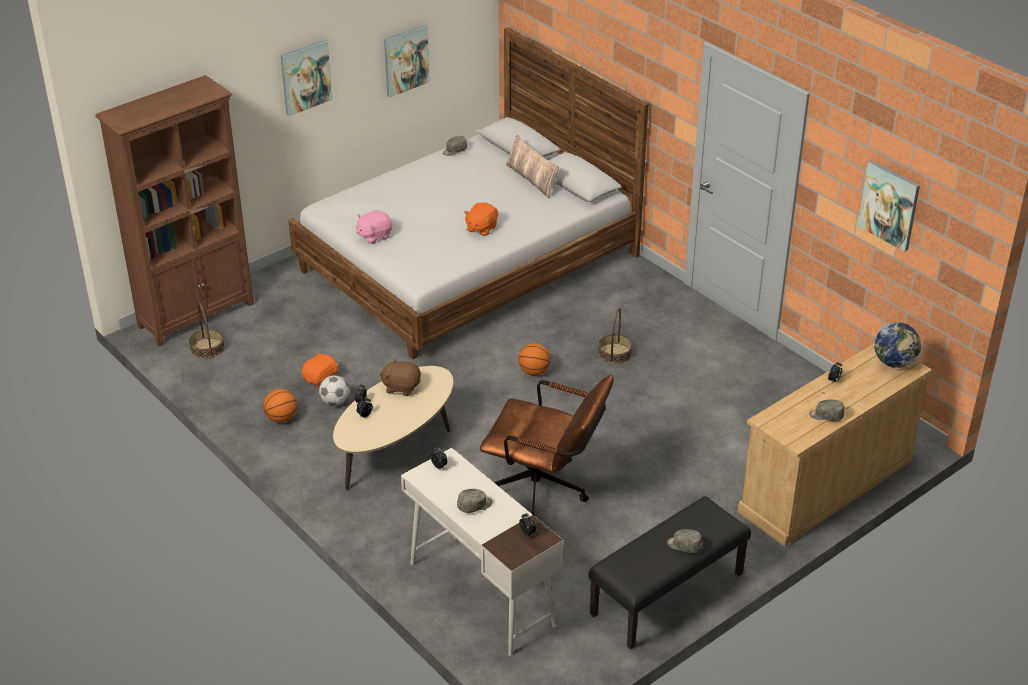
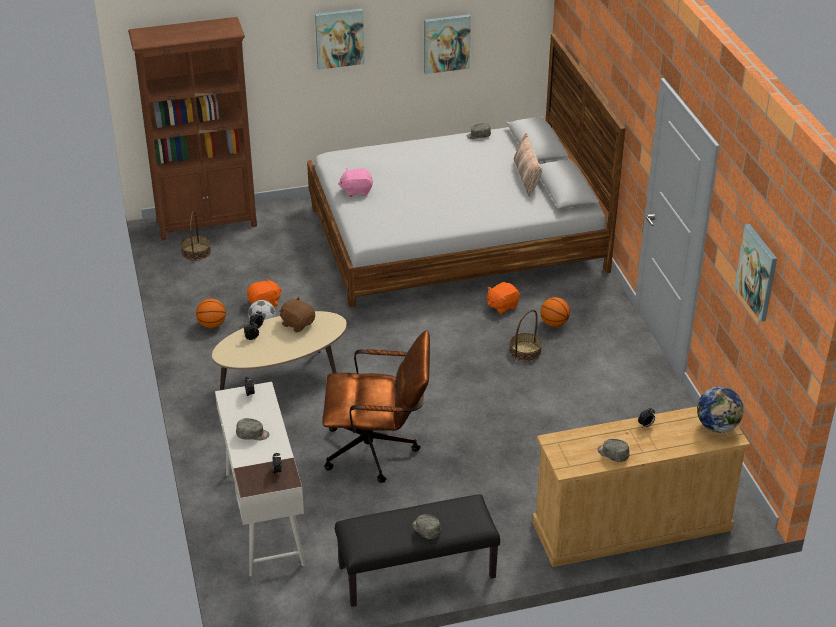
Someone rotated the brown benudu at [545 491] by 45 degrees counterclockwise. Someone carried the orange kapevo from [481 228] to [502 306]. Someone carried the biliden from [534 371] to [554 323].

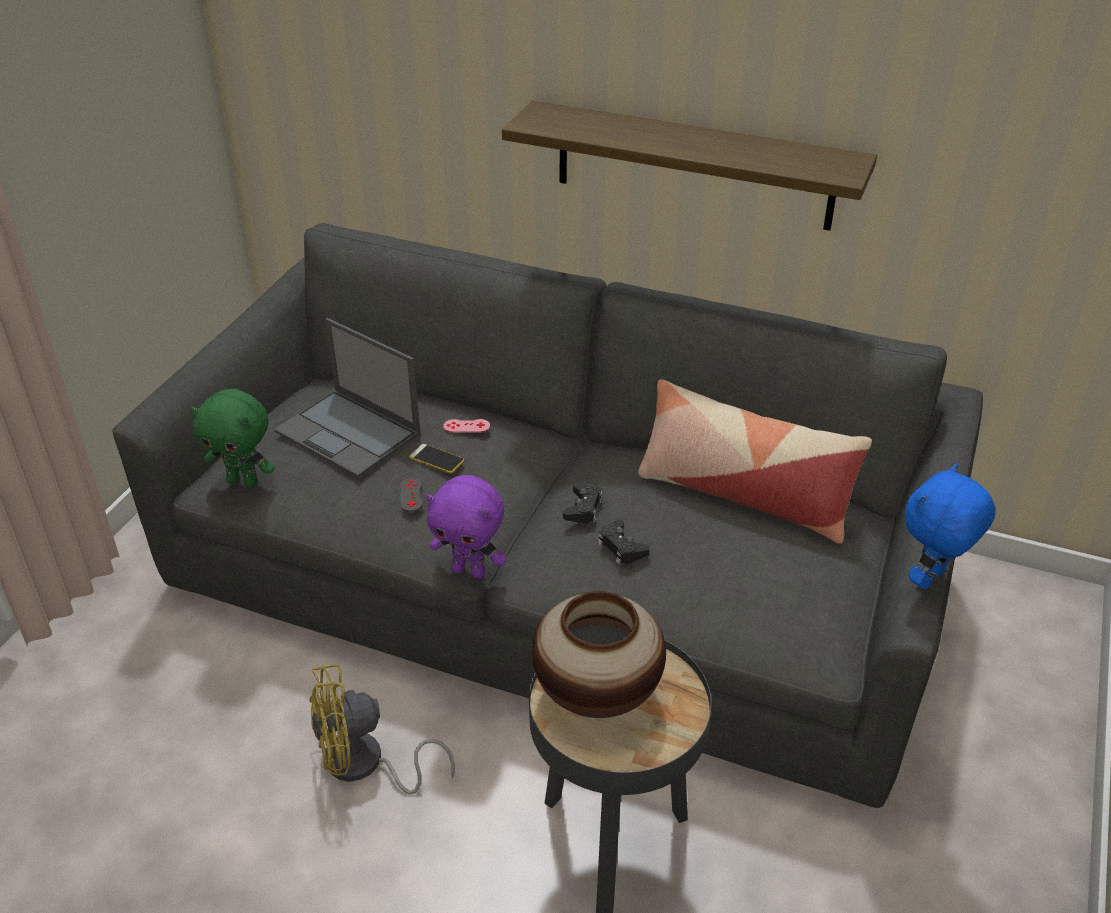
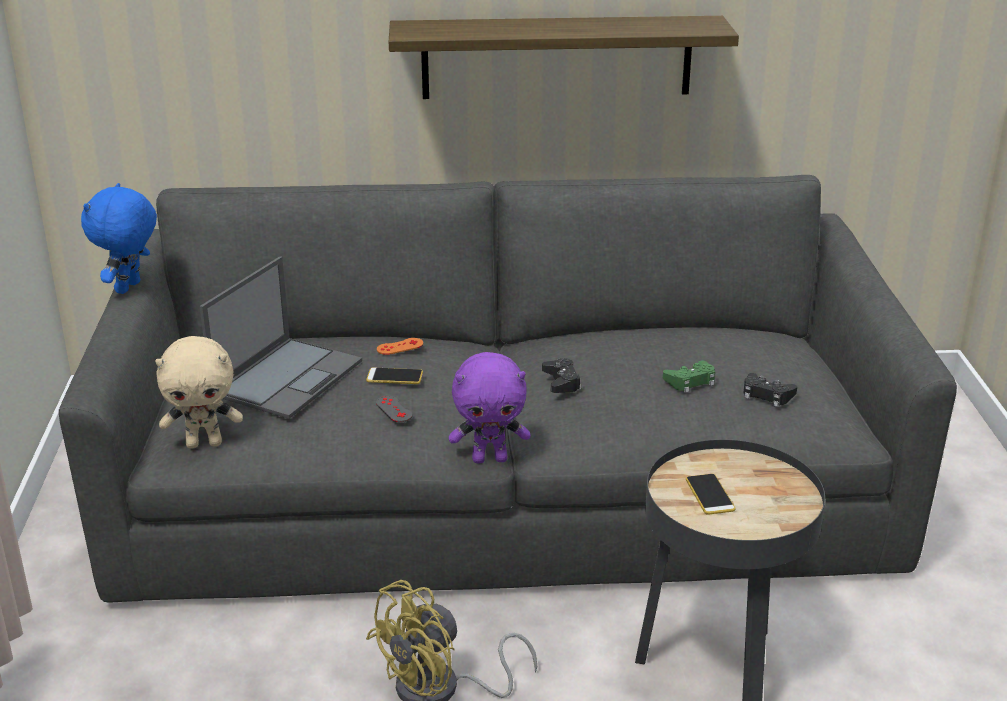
Someone carried the blue kapevo from [931 580] to [129 288]. Someone repainted the green kapevo at [244 481], which became the beige kapevo at [205 443]. Someone rotated the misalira at [349 433] by 75 degrees counterclockwise. Someone repainted the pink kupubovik at [466 426], which became the orange kupubovik at [400 346]. Someone put down the green kupubovik at [690 381]. Someone swapped the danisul at [596 694] for the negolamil at [710 495]. Someone carried the black kupubovik from [621 547] to [767 395]. Someone took away the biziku at [743 494].

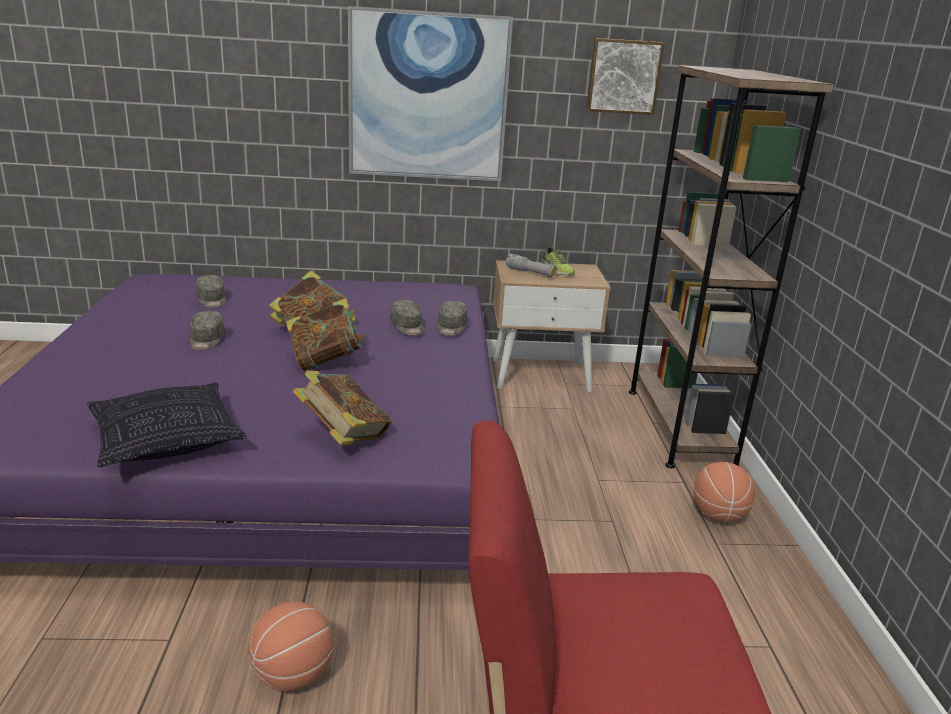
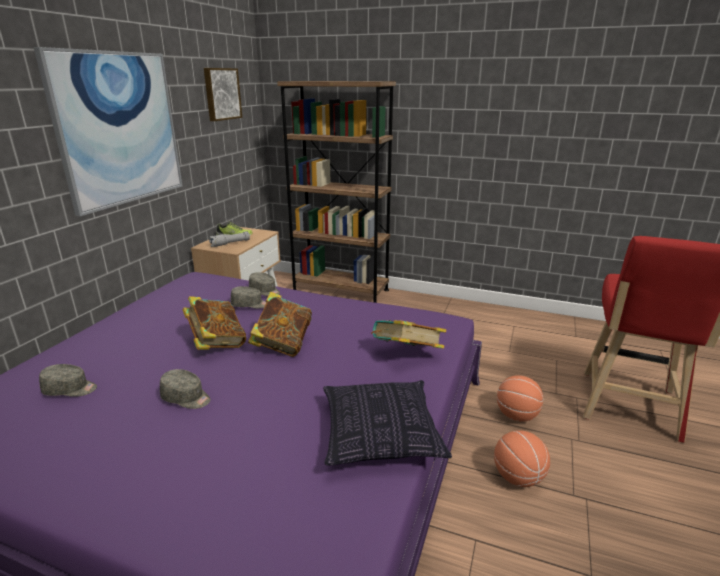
Someone carried the biliden from [718 515] to [516 415].

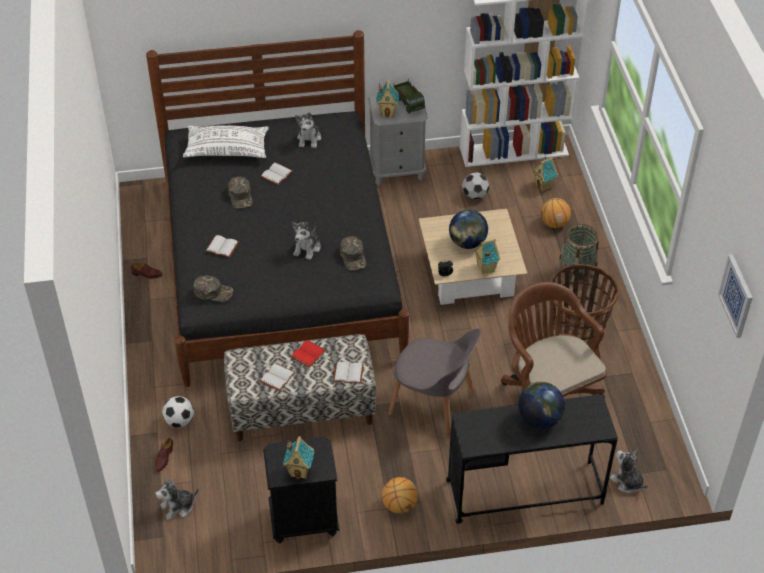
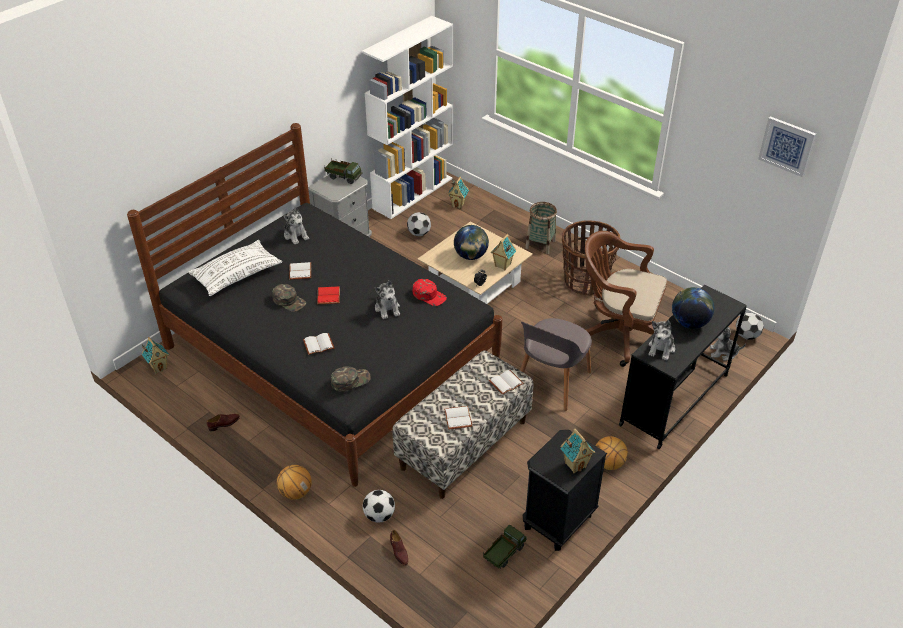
Someone carried the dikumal from [387 112] to [159 367]. Someone carried the biliden from [554 223] to [295 492]. Someone carried the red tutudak from [308 355] to [329 296]. Someone repainted the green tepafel at [353 257], which became the red tepafel at [429 295]. Someone put down the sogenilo at [504 553]. Someone rotated the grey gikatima at [433 405] by 135 degrees clockwise. Someone carried the kapevo from [178 507] to [661 348]. Someone put down the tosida at [746 335].

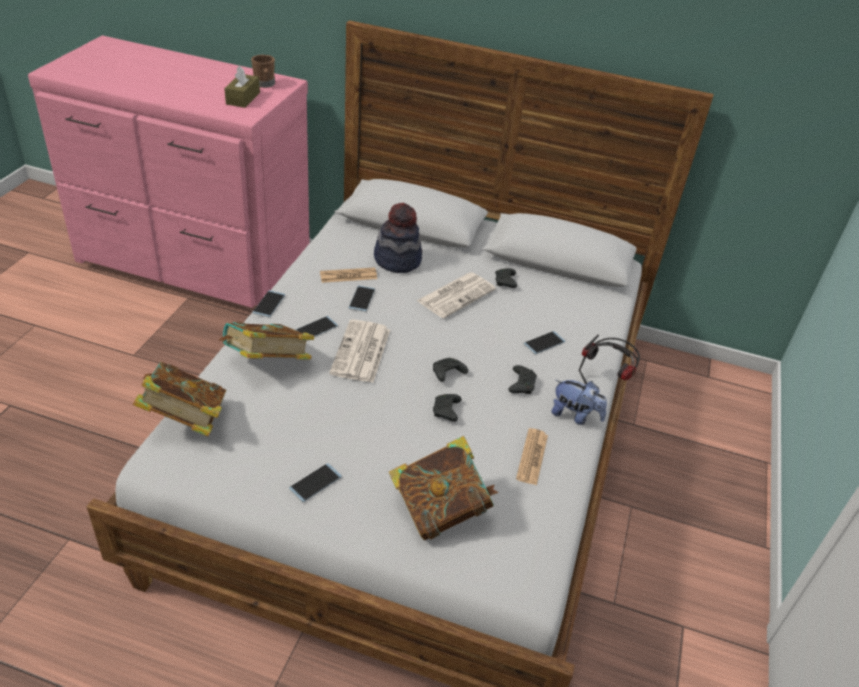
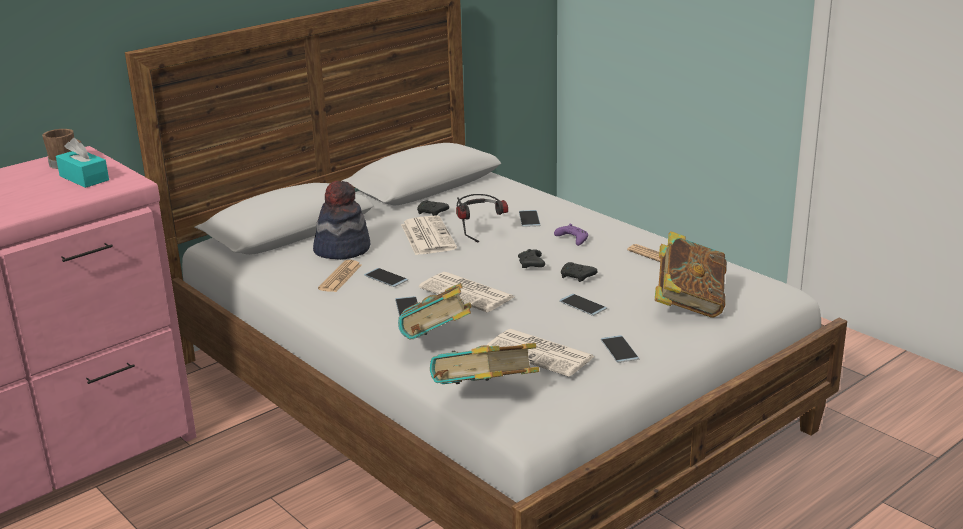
Someone repainted the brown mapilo at [243 98], which became the turquoise mapilo at [84 178]. Someone carried the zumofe from [607 378] to [480 232]. Someone put down the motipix at [541 353]. Someone repainted the black kupubovik at [521 384], which became the purple kupubovik at [572 240]. Someone carried the negolamil from [269 304] to [582 305]. Someone took away the kapevo at [575 415].

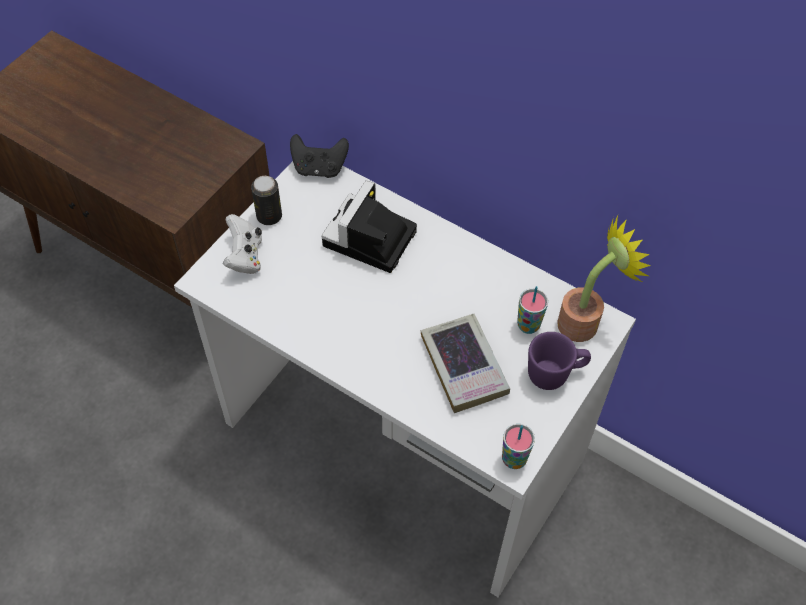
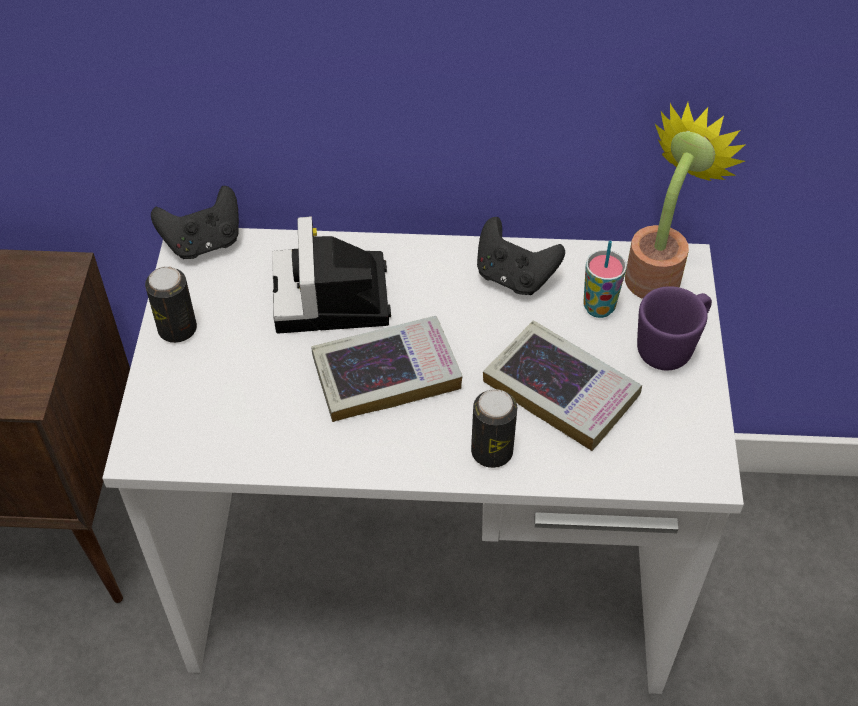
Someone put down the tutudak at [386 374]. Someone put down the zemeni at [492 452]. Someone put down the black kupubovik at [514 277]. Someone took away the white kupubovik at [245 257]. Someone took away the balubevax at [514 459].

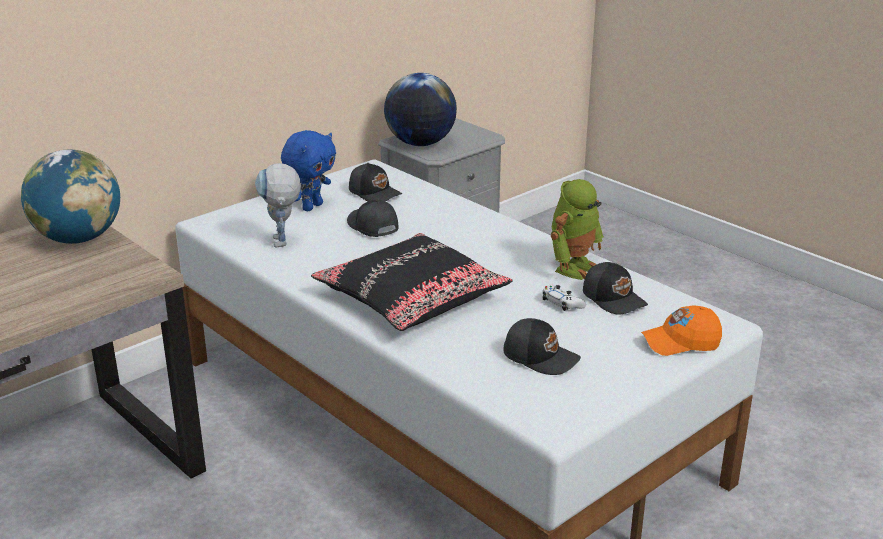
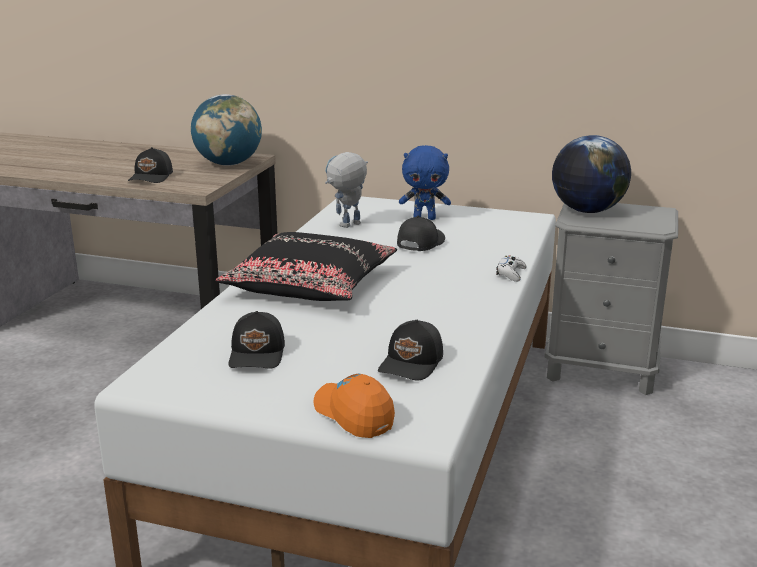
Someone carried the black tepafel from [375 193] to [152 177]. Someone carried the white kupubovik from [562 303] to [510 273]. Someone took away the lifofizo at [574 267].

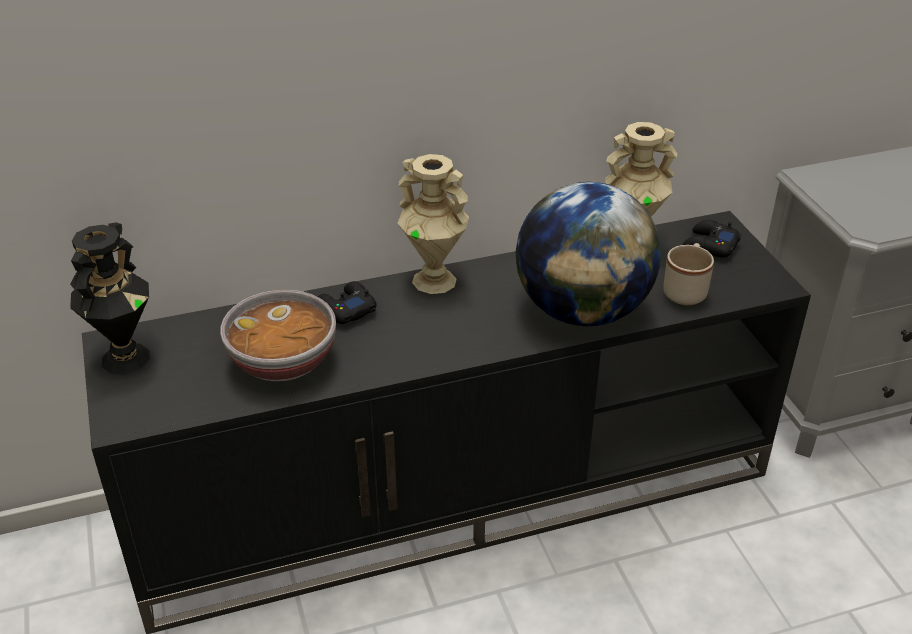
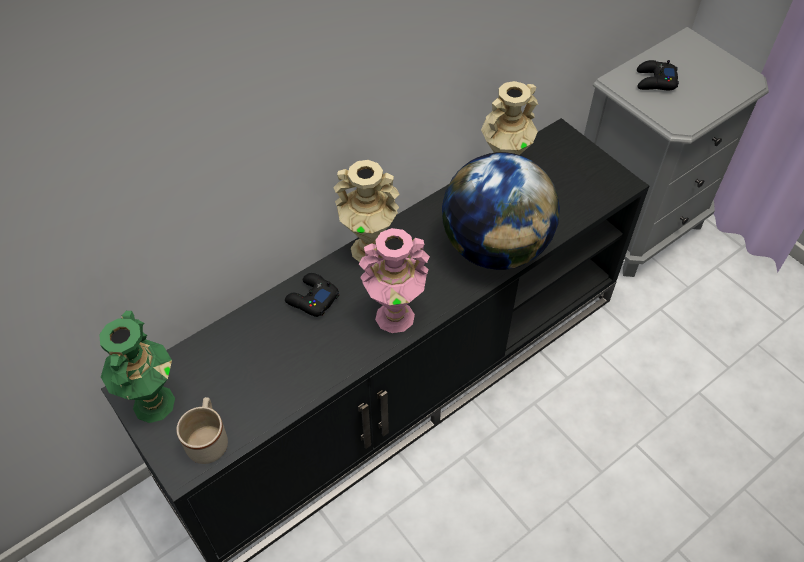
Someone repainted the black danisul at [125 357], which became the green danisul at [153 403]. Someone carried the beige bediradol from [686 290] to [208 439]. Someone put down the pink danisul at [395 316]. Someone carried the black kupubovik from [709 246] to [655 81]. Someone took away the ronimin at [283 362].

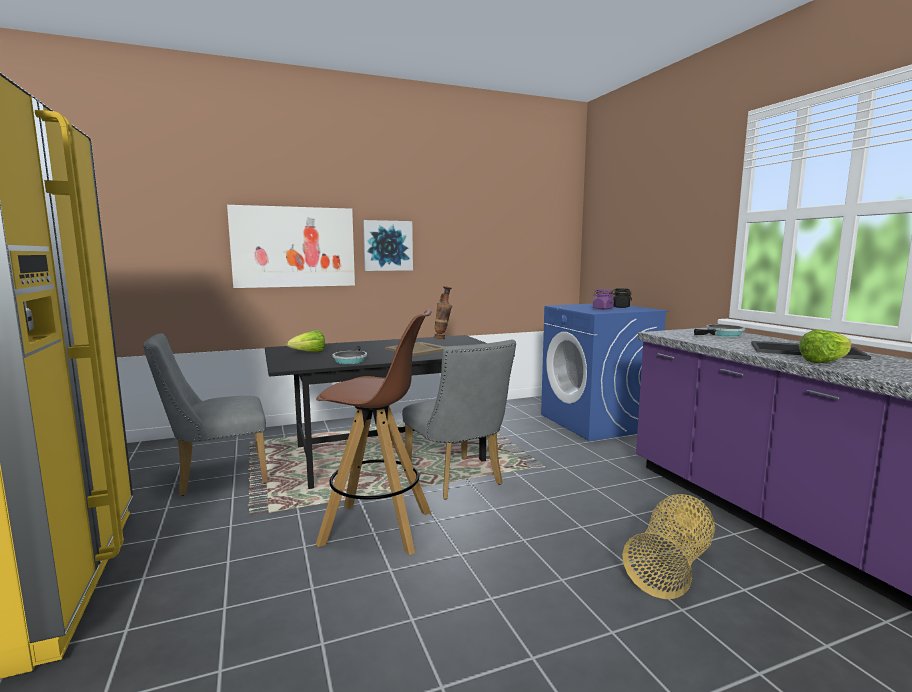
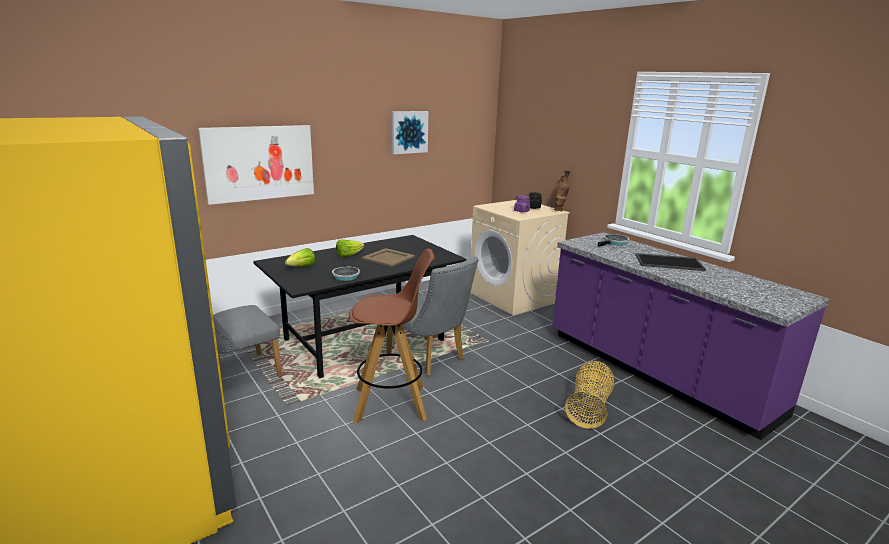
Someone carried the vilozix from [824 362] to [348 255]. Someone carried the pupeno from [387 245] to [409 132]. Someone repainted the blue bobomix at [597 422], which became the beige bobomix at [513 297]. Someone carried the danisul from [443 339] to [560 211].

